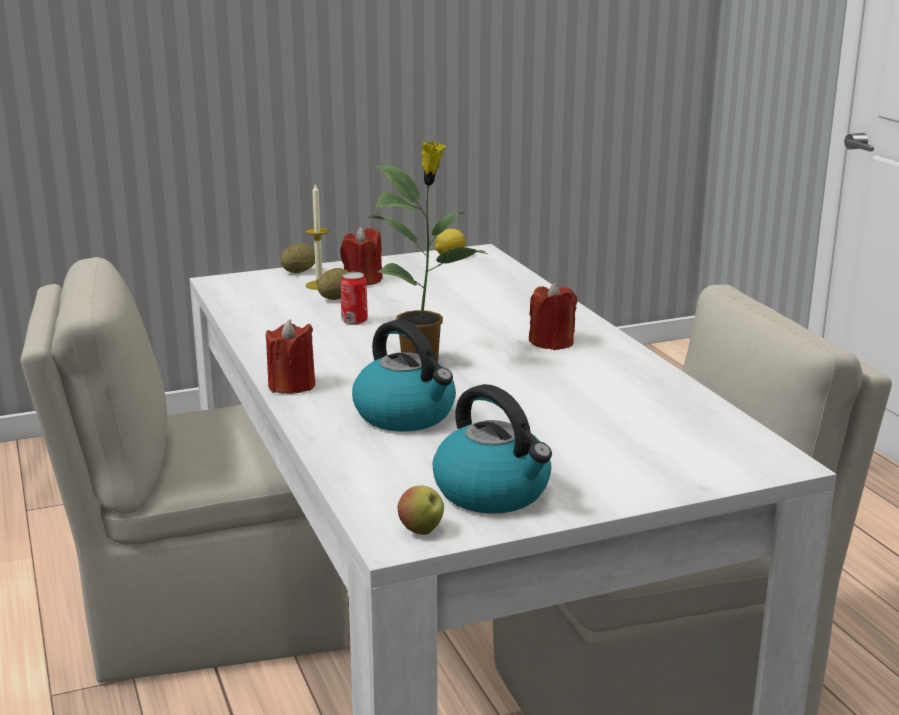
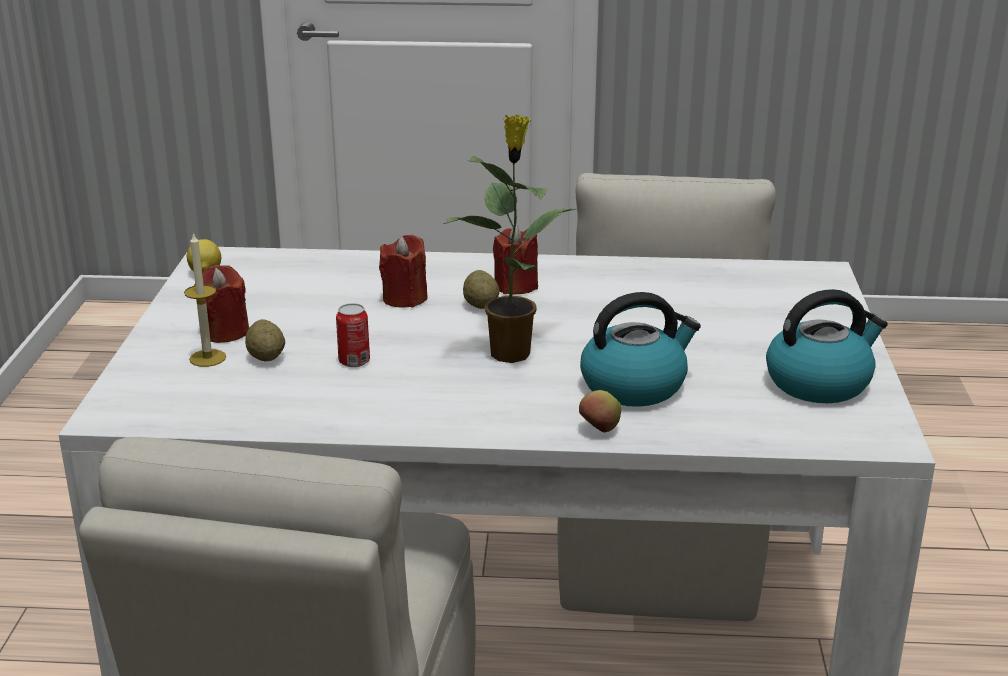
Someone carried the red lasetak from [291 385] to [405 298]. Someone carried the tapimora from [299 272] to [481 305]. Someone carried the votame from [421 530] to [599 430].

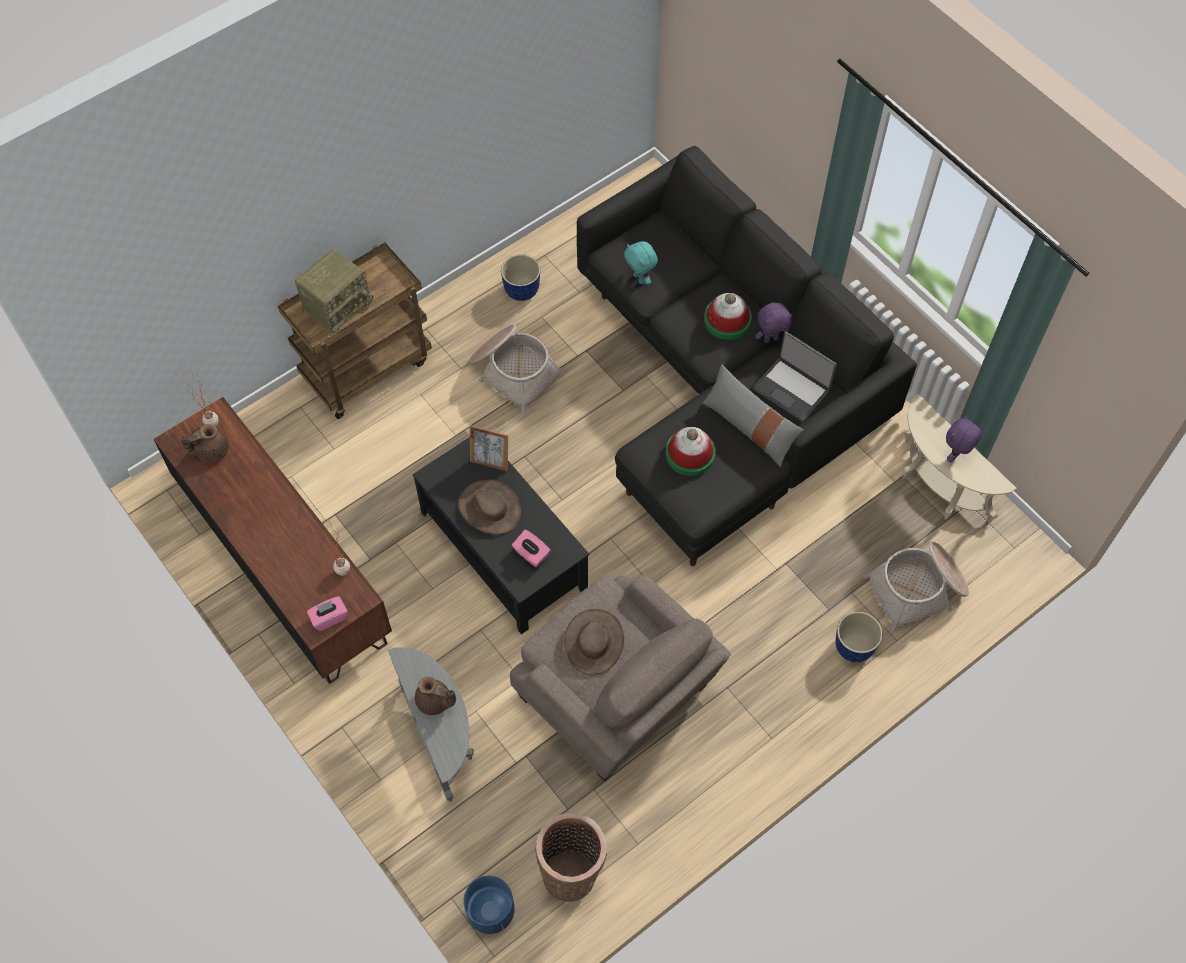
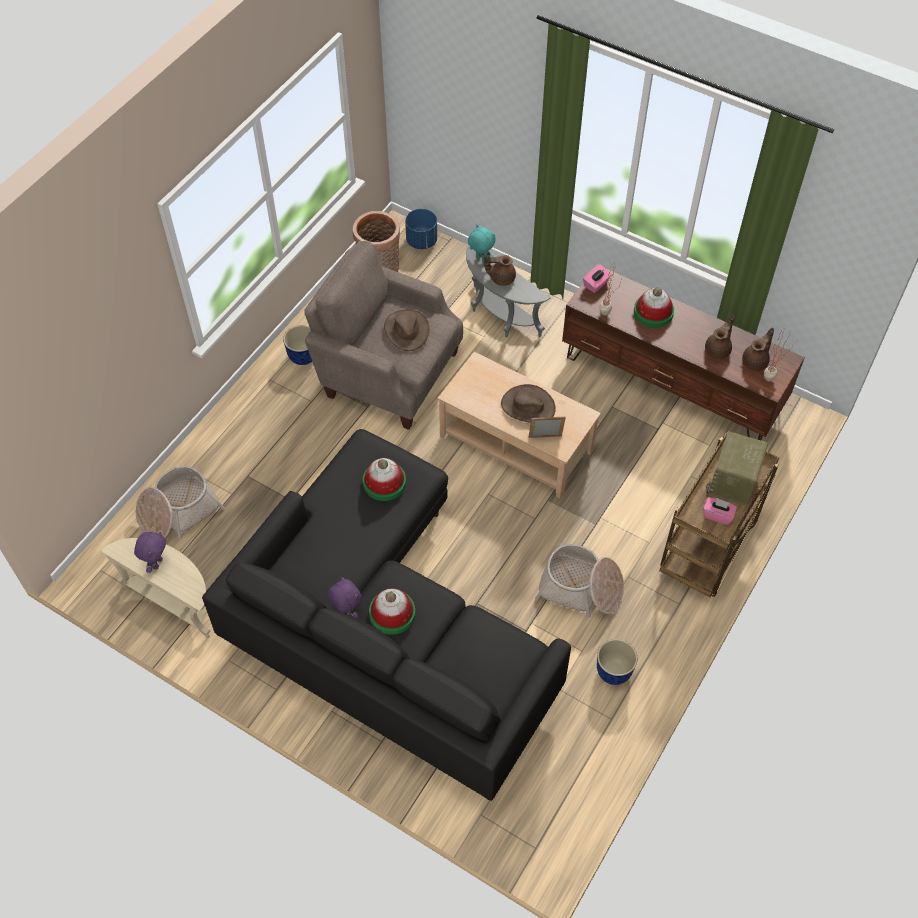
Someone carried the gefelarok from [853 648] to [303 356]. Someone rotated the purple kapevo at [771 339] by 90 degrees clockwise. Someone repainted the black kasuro at [505 549], which became the beige kasuro at [515 444]. Someone carried the turquoise kapevo from [640 278] to [481 259]. Someone put down the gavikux at [653 312]. Someone carried the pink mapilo from [531 554] to [717 515]. Someone put down the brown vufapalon at [718 350]. Someone took away the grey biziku at [749 427]. Someone took away the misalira at [792 389].

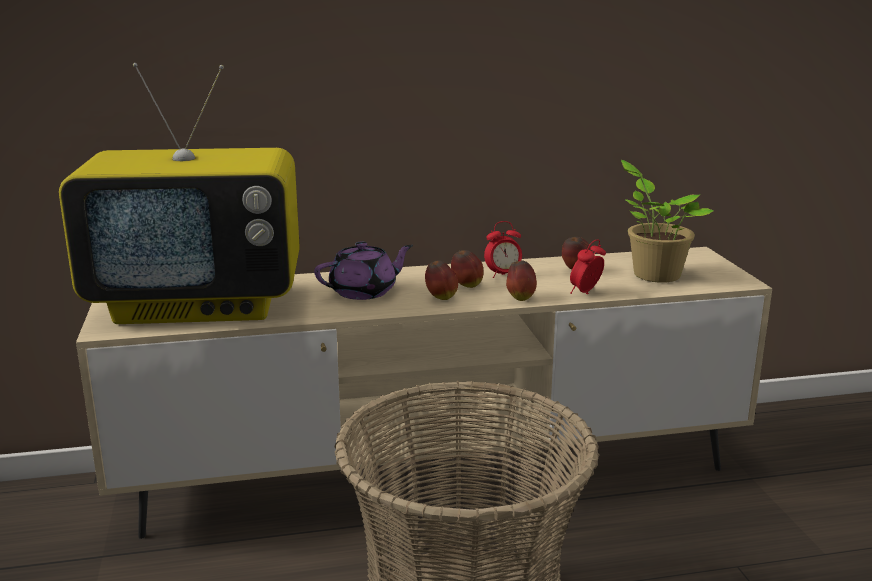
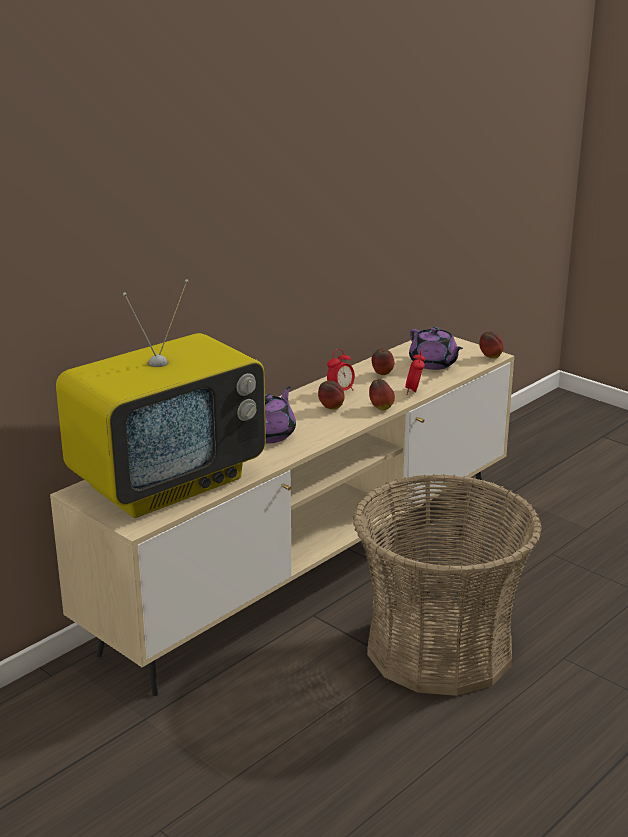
Someone swapped the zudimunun at [653 274] for the purple vufapalon at [433 364]. Someone carried the votame from [440 298] to [490 357].

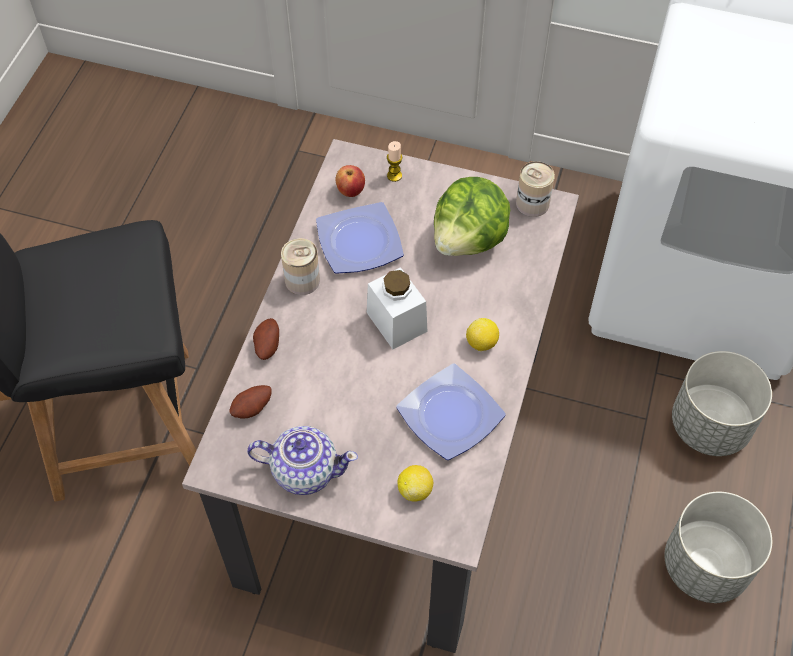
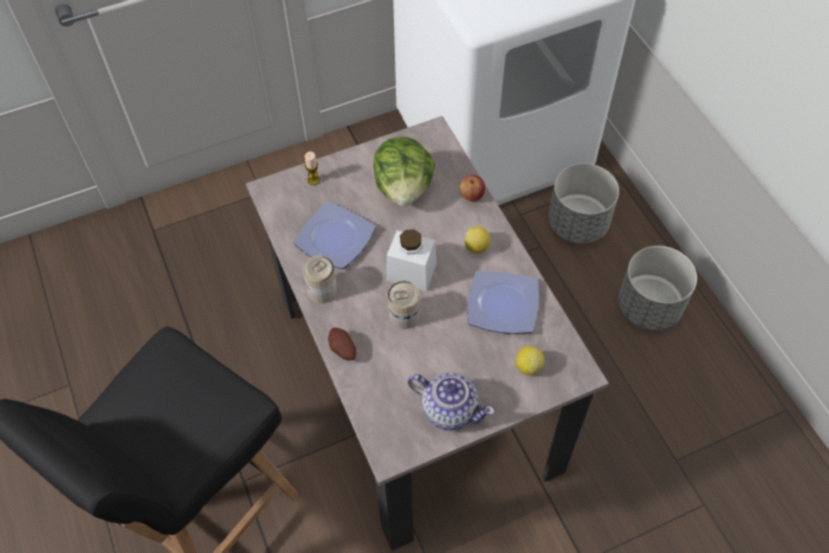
Someone carried the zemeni from [532 203] to [404 315]. Someone rotated the vufapalon at [304 470] by 60 degrees clockwise. Someone carried the votame from [350 190] to [471 195]. Someone took away the tapimora at [253 409].

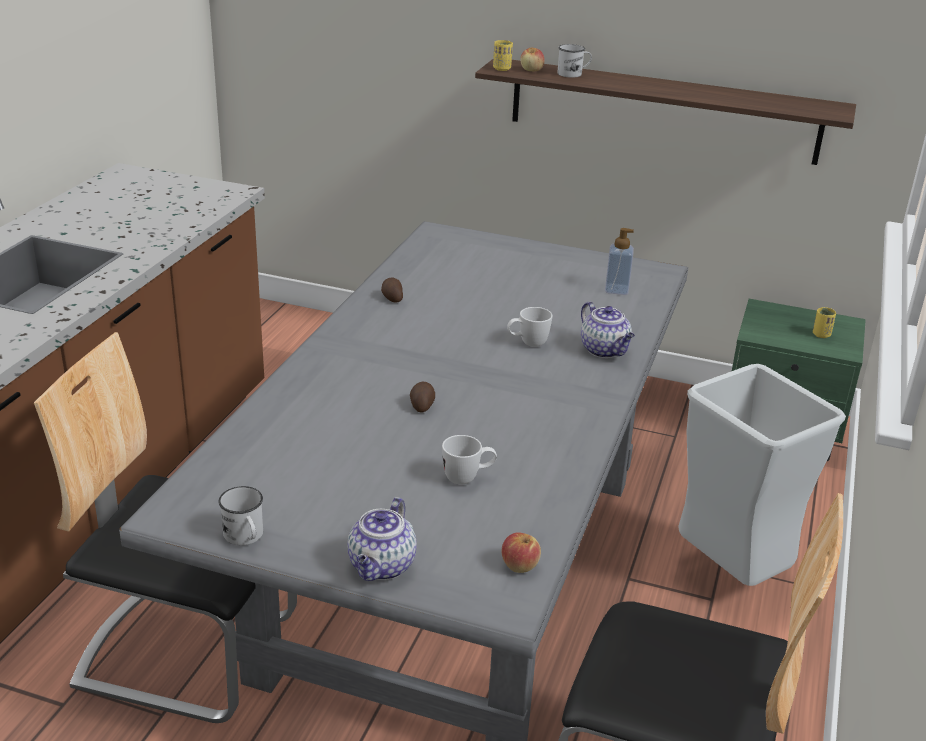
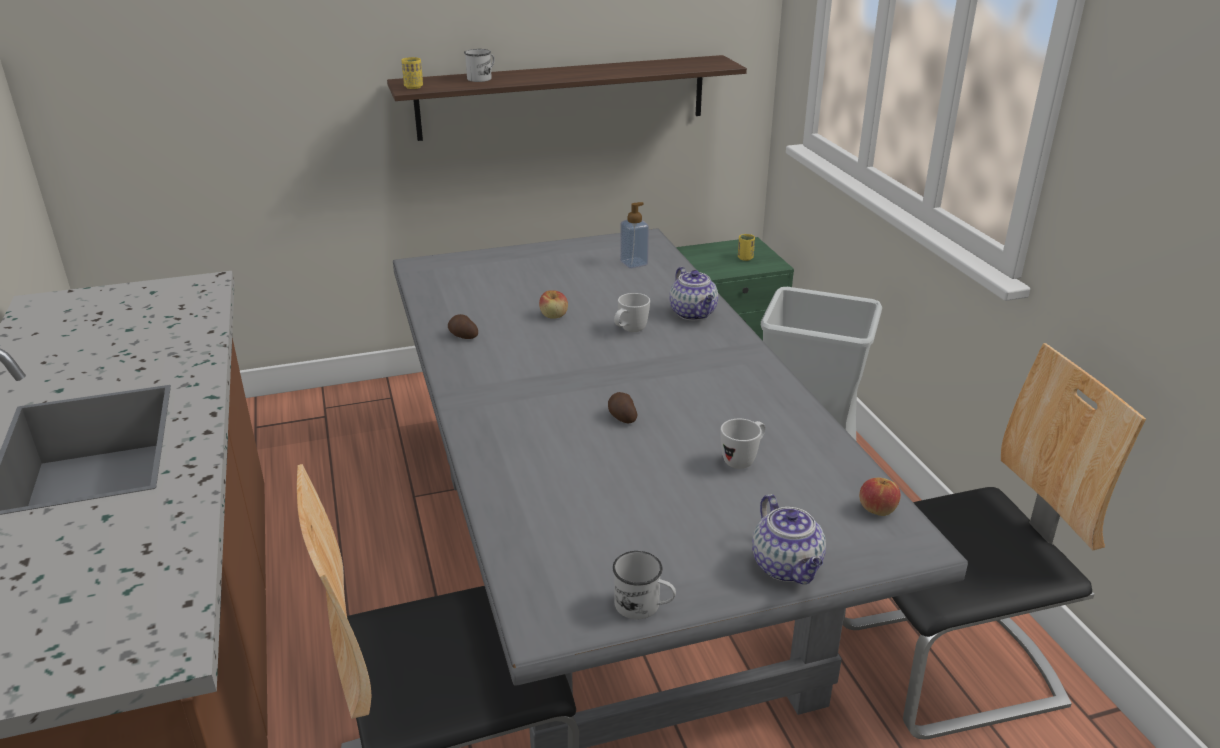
Someone carried the votame from [531 70] to [554 315]. Someone rotated the vufapalon at [605 350] by 45 degrees clockwise.

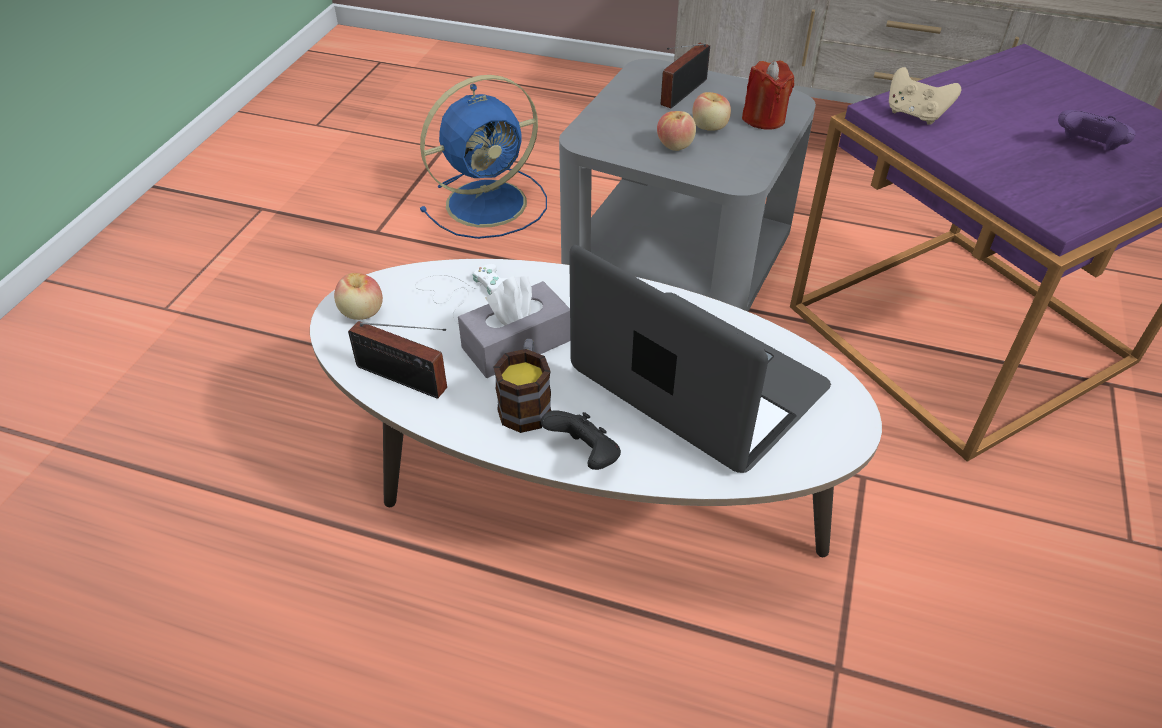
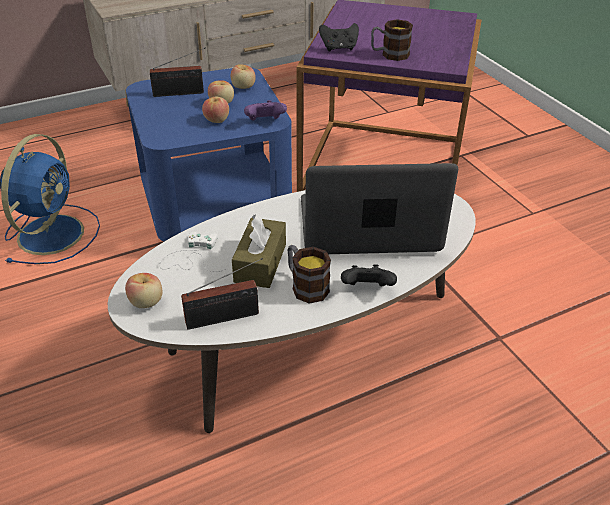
Someone repainted the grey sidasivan at [676 267], which became the blue sidasivan at [215 208]. Someone rotated the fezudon at [681 93] by 90 degrees counterclockwise. Someone swapped the red lasetak at [764 119] for the votame at [243 87]. Someone repainted the grey mapilo at [516 344], which became the brown mapilo at [260 263]. Someone carried the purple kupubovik from [1086 148] to [265 122]. Someone repainted the beige kupubovik at [914 115], which became the black kupubovik at [339 48]. Someone put down the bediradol at [389 54].

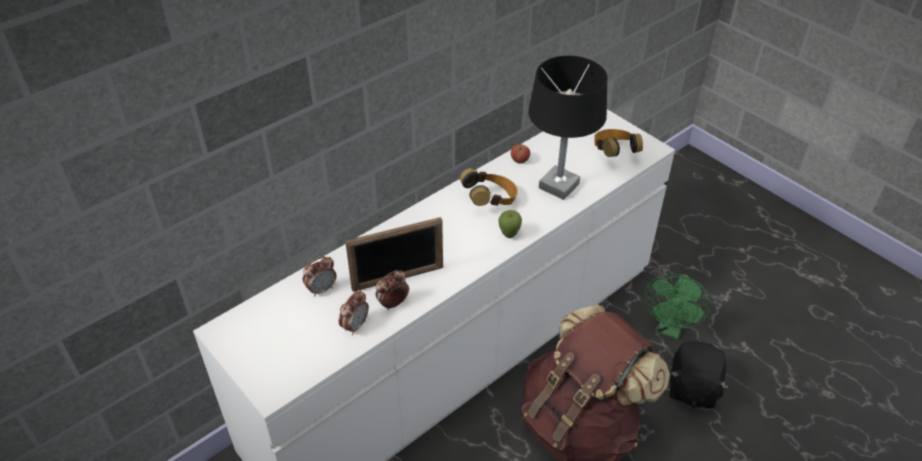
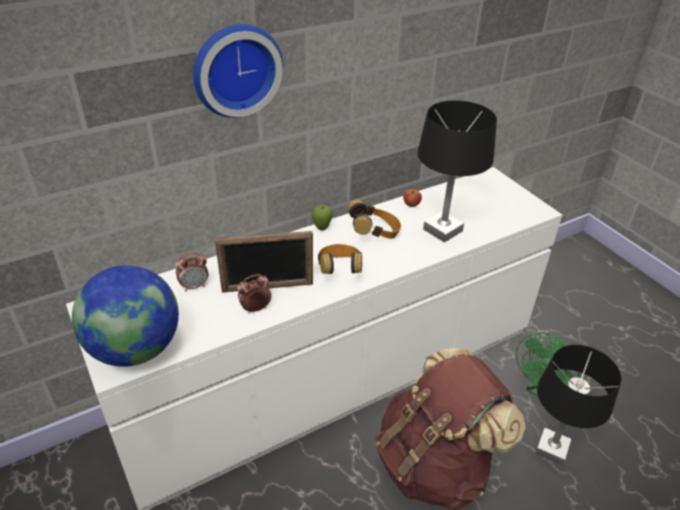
Someone put down the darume at [136 349]. Someone put up the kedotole at [235 69]. Someone carried the votame from [509 235] to [322 228]. Someone carried the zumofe from [614 153] to [339 271]. Someone swapped the black kapevo at [692 388] for the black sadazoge at [552 449]. Someone took away the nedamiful at [355 326].

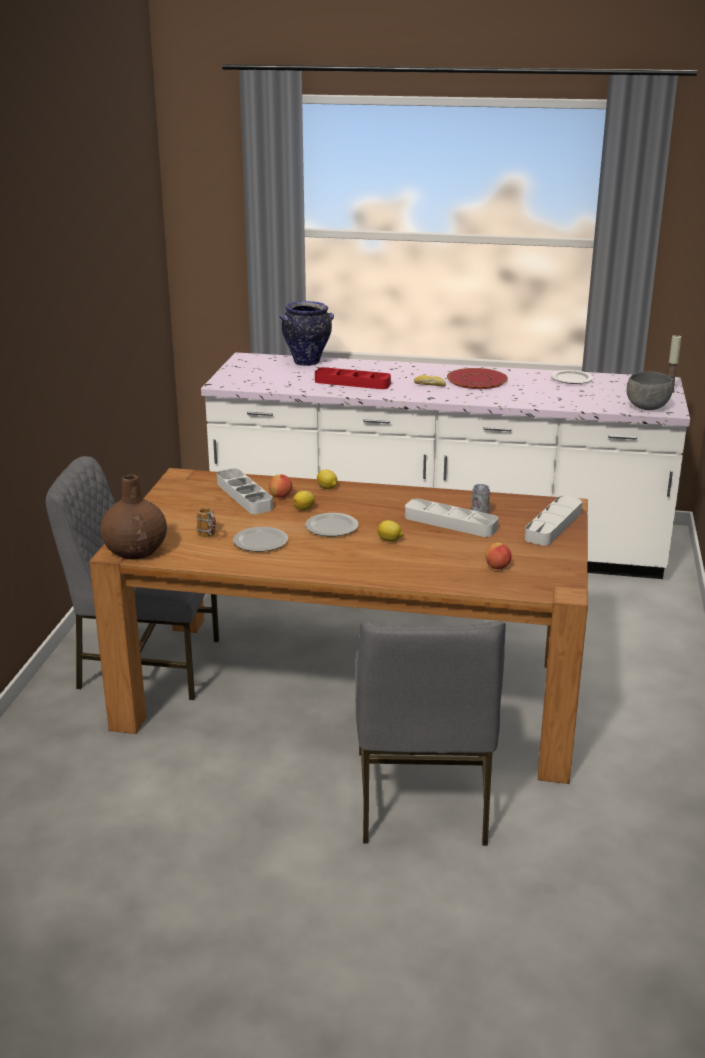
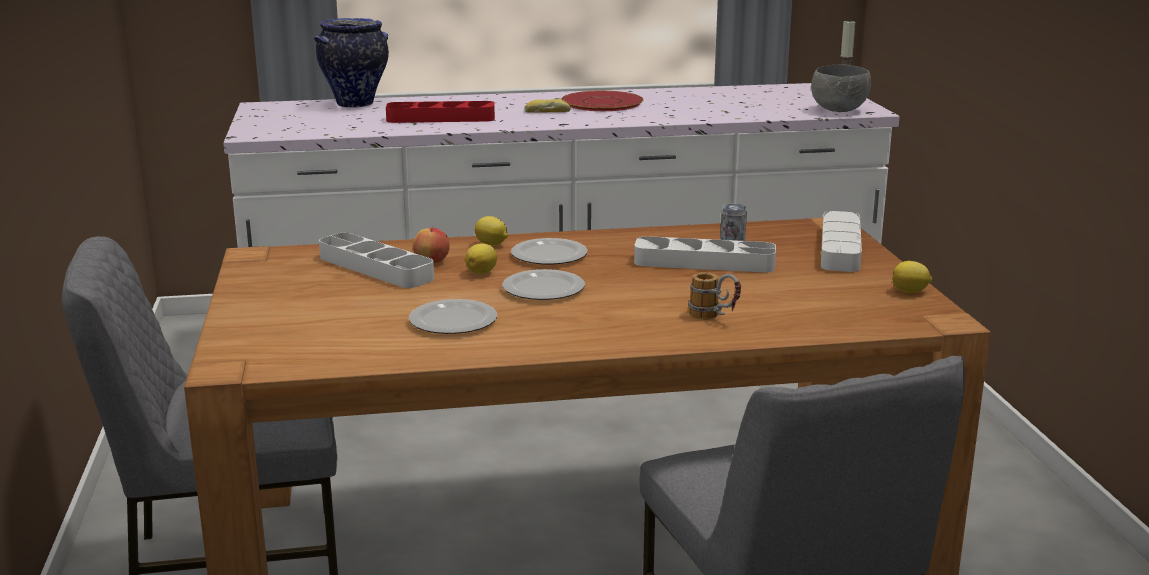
Someone carried the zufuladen from [572 379] to [550 256]. Someone carried the bediradol from [209 536] to [714 318]. Someone carried the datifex from [390 540] to [910 292]. Someone took away the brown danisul at [136 551]. Someone took away the votame at [497 567].

